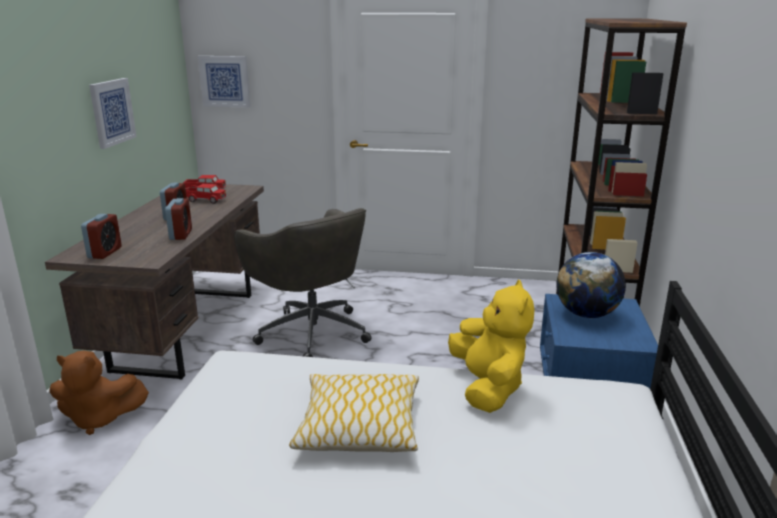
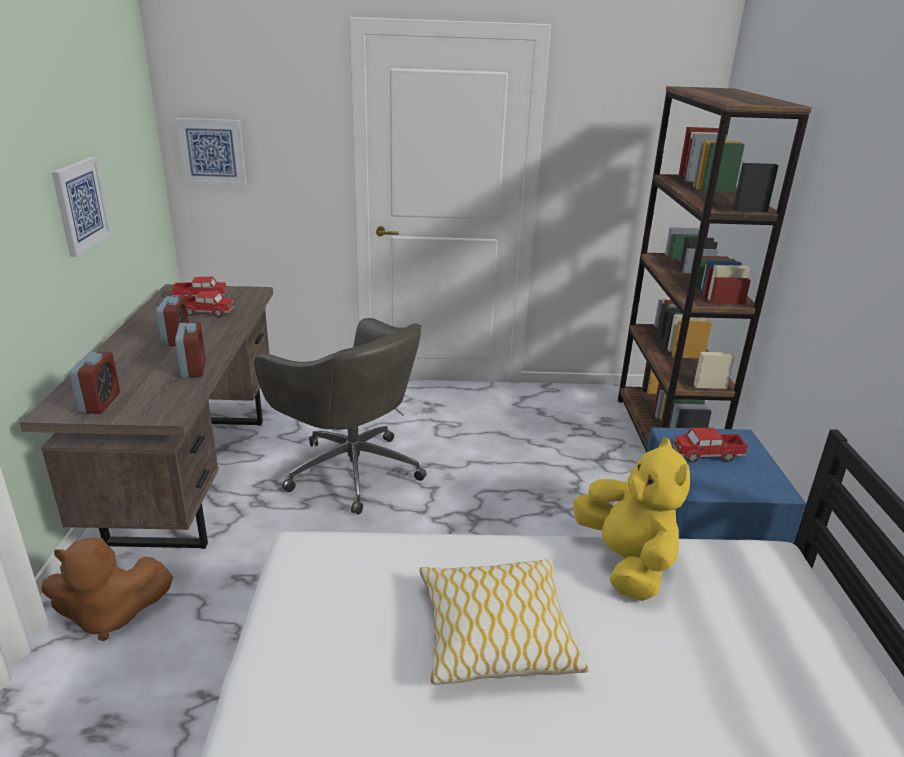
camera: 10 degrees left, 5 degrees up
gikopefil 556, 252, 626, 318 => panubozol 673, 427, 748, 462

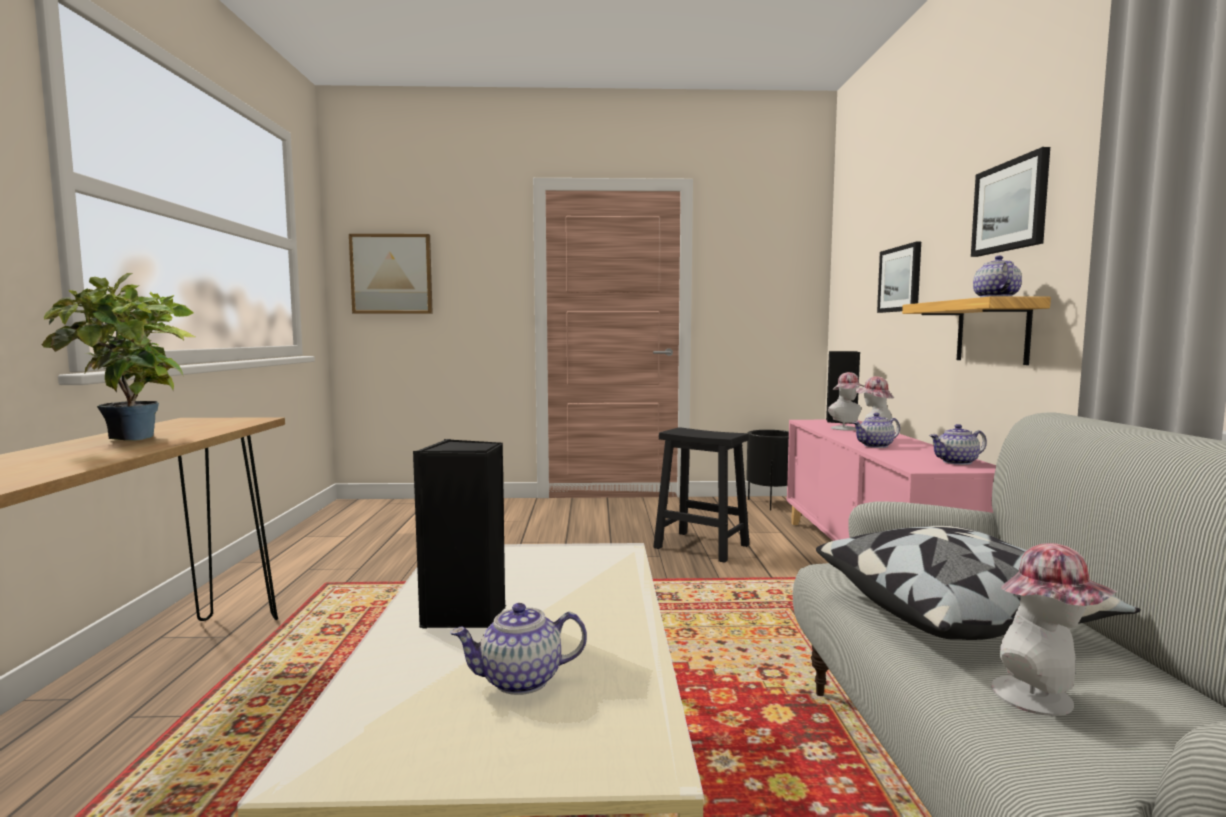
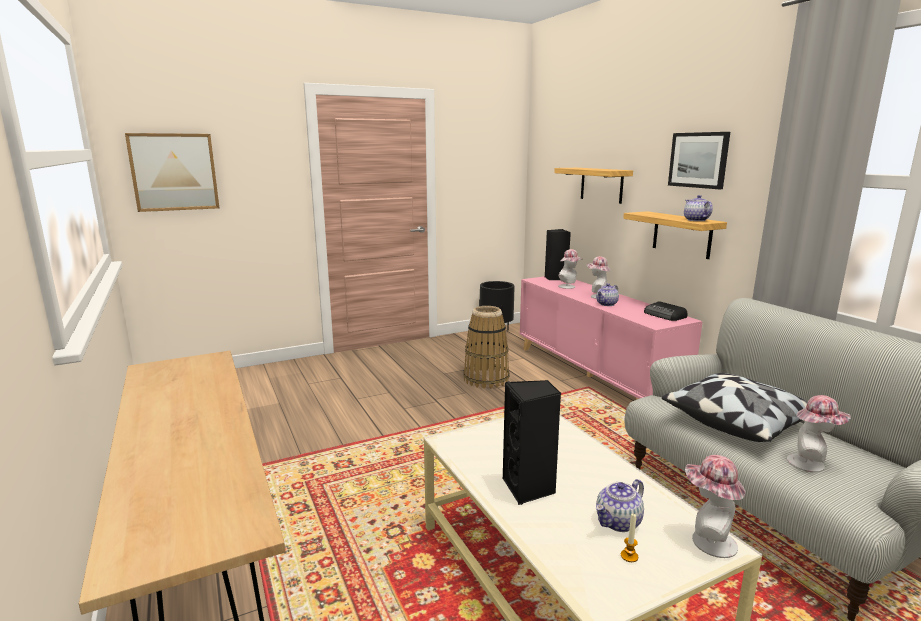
camera: 25 degrees left, 10 degrees up
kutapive 877, 242, 921, 313 => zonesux 554, 168, 633, 204
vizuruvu 41, 273, 195, 441 => nothing
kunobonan 929, 424, 987, 465 => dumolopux 644, 301, 687, 321
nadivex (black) 653, 427, 750, 563 => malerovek 463, 306, 509, 389
nothing => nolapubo 685, 455, 746, 558
nothing => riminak 621, 513, 638, 562

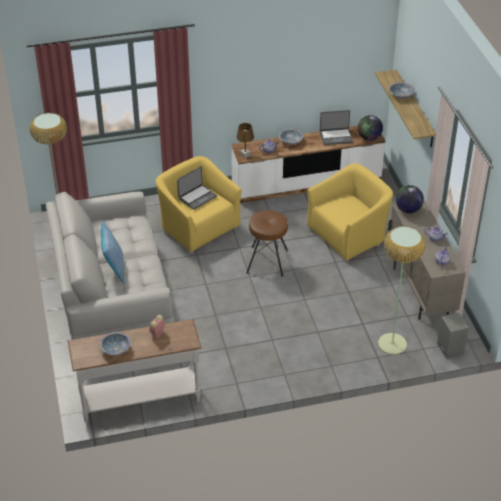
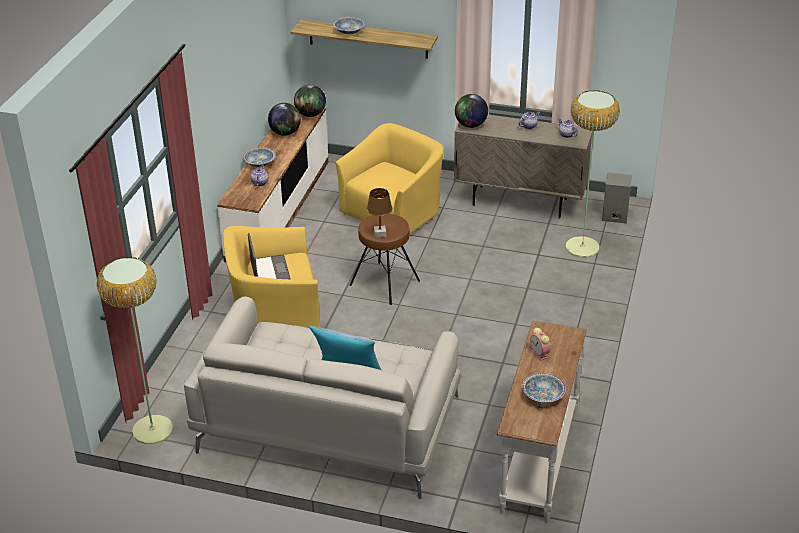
camera: 60 degrees left, 5 degrees down
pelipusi 320, 110, 353, 145 => gikopefil 268, 103, 301, 136
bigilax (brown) 236, 123, 254, 158 => bigilax (brown) 367, 188, 392, 238, moved
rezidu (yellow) 307, 163, 393, 261 => rezidu (yellow) 335, 123, 444, 234, 45 degrees clockwise

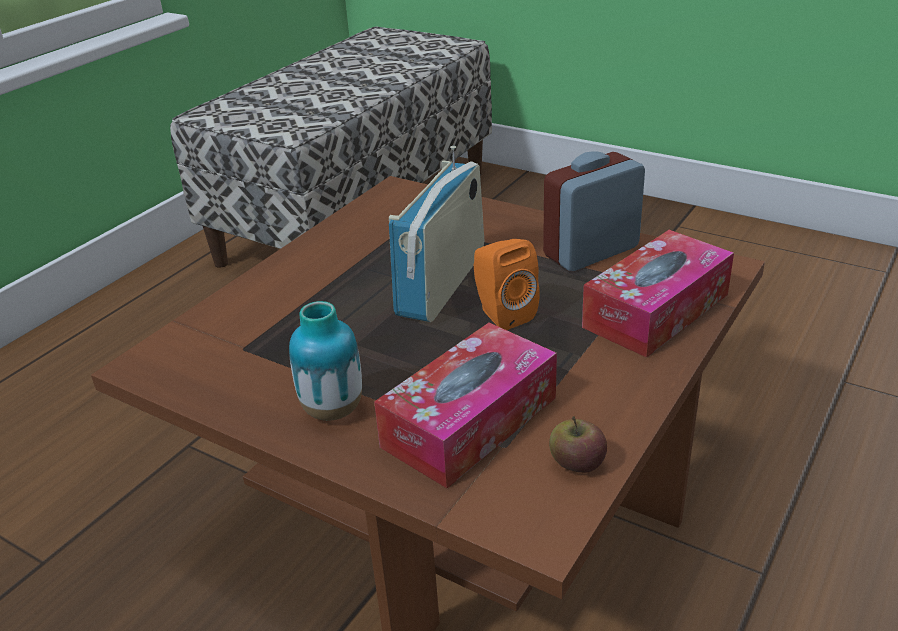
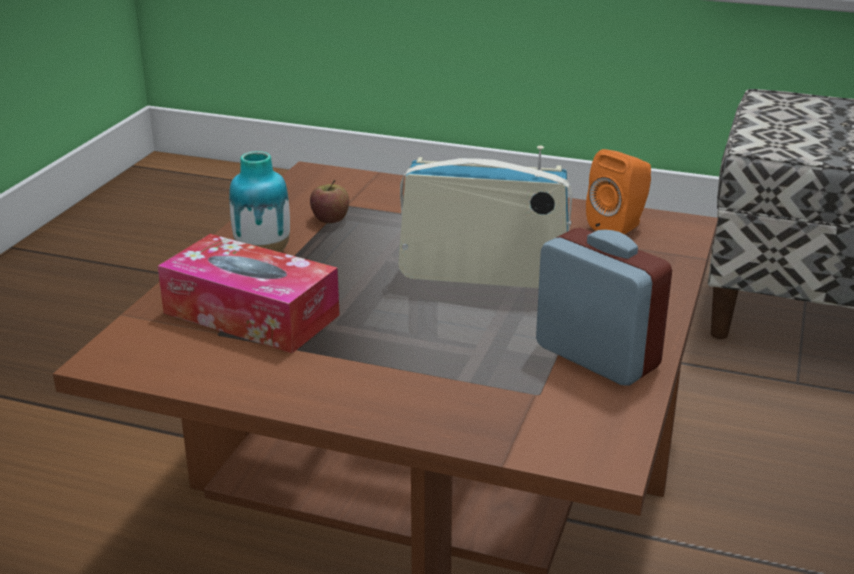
camera: 75 degrees right, 5 degrees down
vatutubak 582, 230, 734, 358 => nothing
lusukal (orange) 474, 239, 540, 330 => lusukal (orange) 586, 149, 651, 234, moved
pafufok 549, 416, 607, 473 => pafufok 310, 180, 349, 224, moved

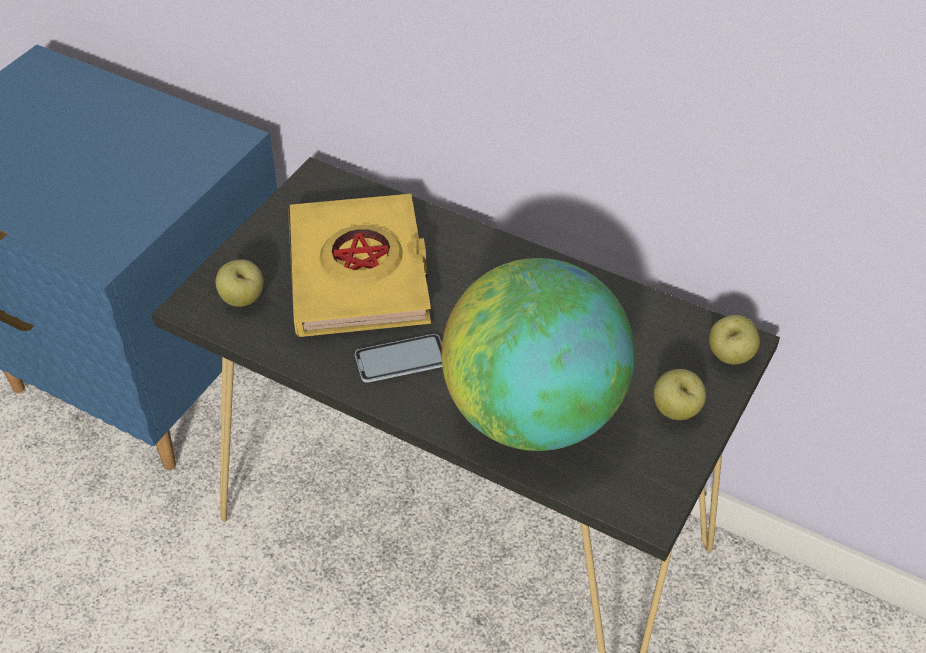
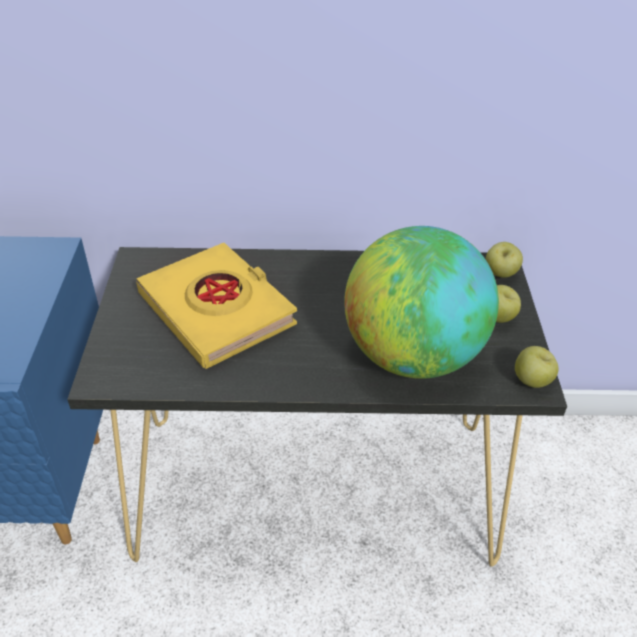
camera: 30 degrees left, 5 degrees down
pafufok 216, 259, 264, 307 => pafufok 515, 346, 559, 388, moved
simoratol 355, 334, 442, 383 => nothing

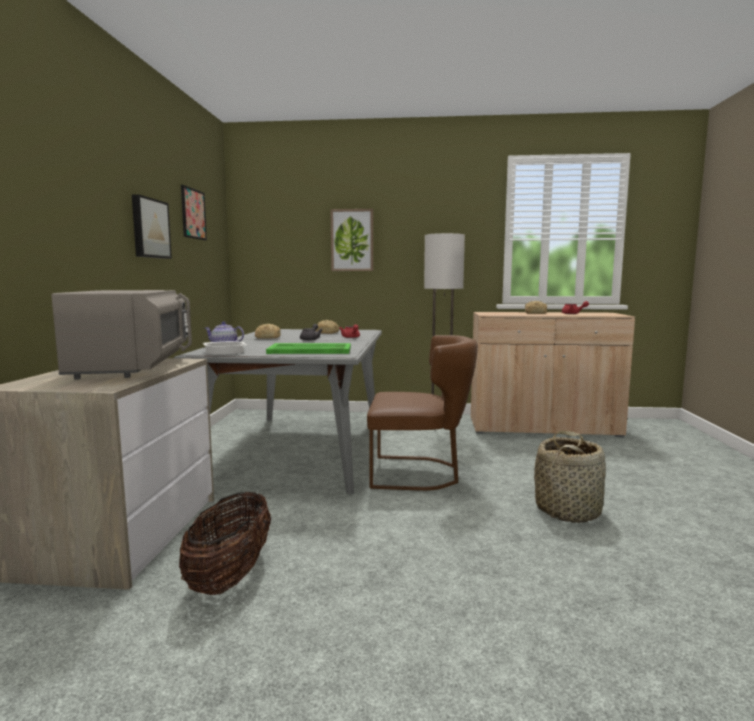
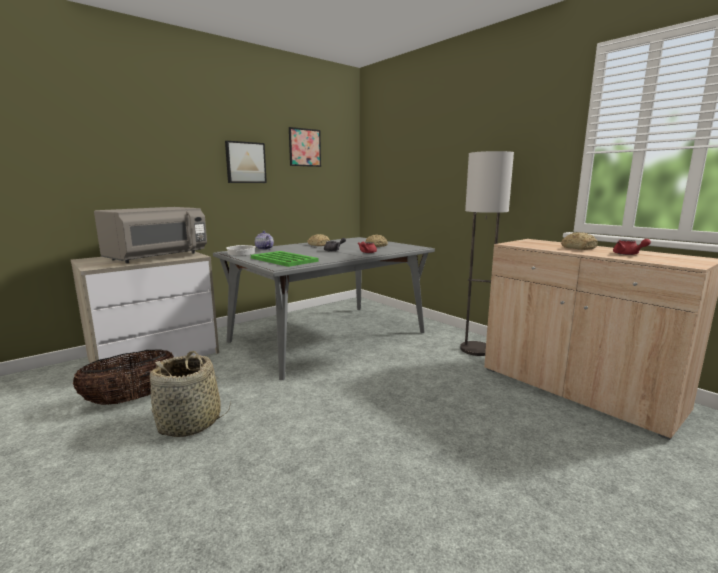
camera: 45 degrees right, 5 degrees up
kutapive 330, 209, 373, 271 => nothing
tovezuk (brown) 367, 335, 478, 491 => nothing
malerovek 534, 431, 606, 523 => malerovek 149, 351, 231, 437, moved

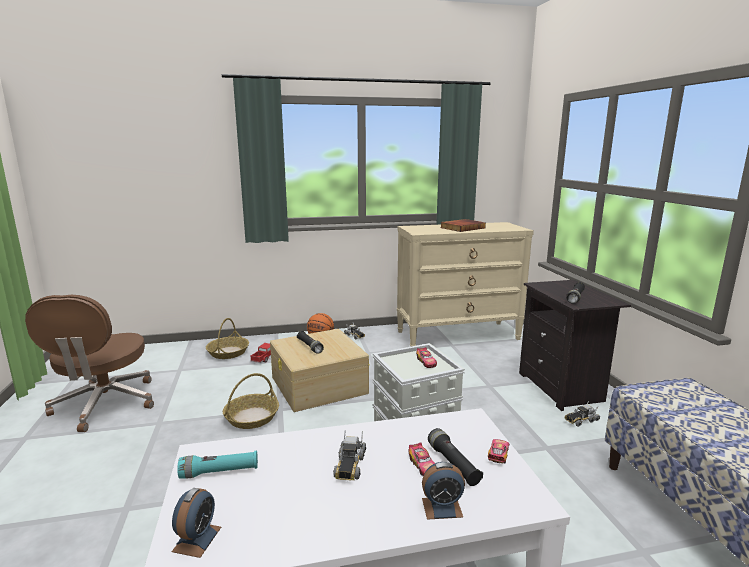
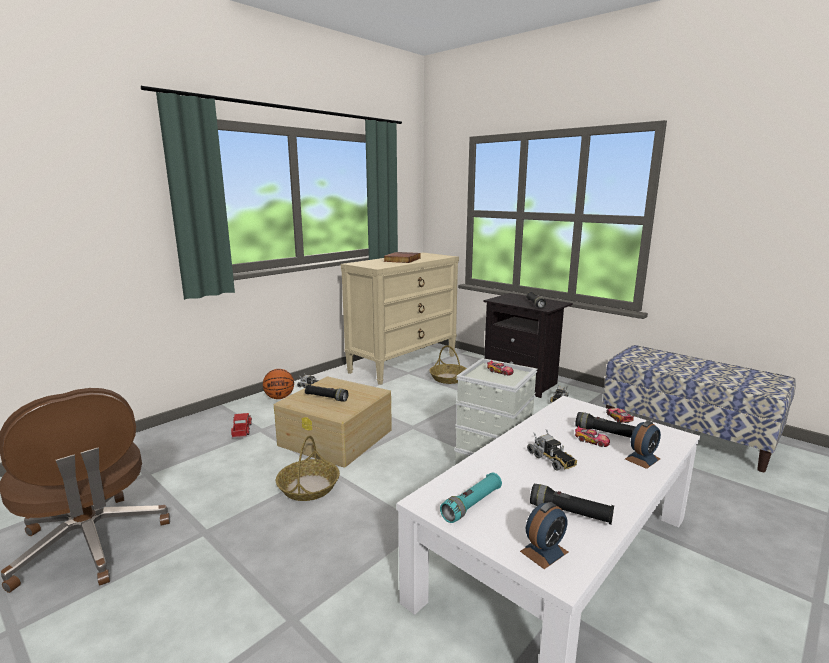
camera: 35 degrees left, 0 degrees up
malerovek 206, 318, 249, 359 => malerovek 429, 345, 467, 384, moved
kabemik 172, 488, 221, 558 => kabemik 520, 502, 568, 569, 75 degrees clockwise
nothing => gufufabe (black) 530, 484, 614, 524

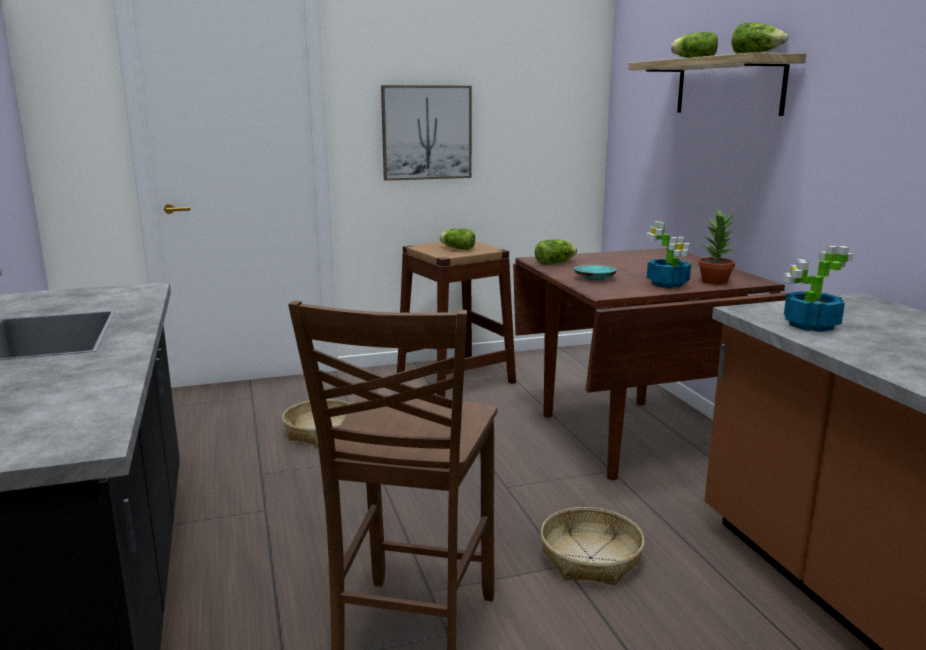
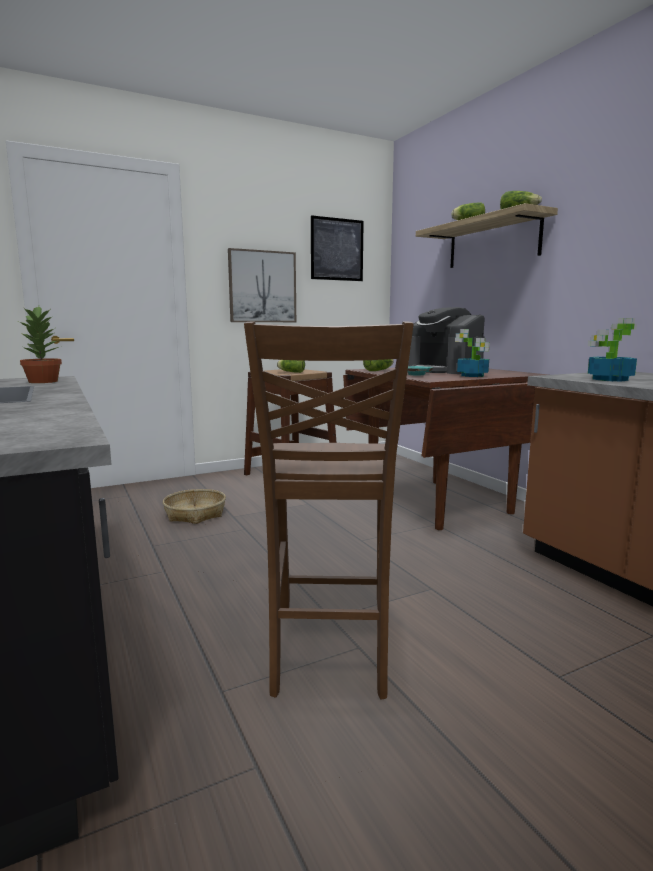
camera: 10 degrees left, 5 degrees down
vizuruvu 698, 209, 735, 285 => vizuruvu 19, 306, 62, 383, moved
malerovek 541, 507, 645, 585 => nothing
nothing => kutapive 311, 215, 364, 281
nothing => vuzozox 408, 307, 485, 374

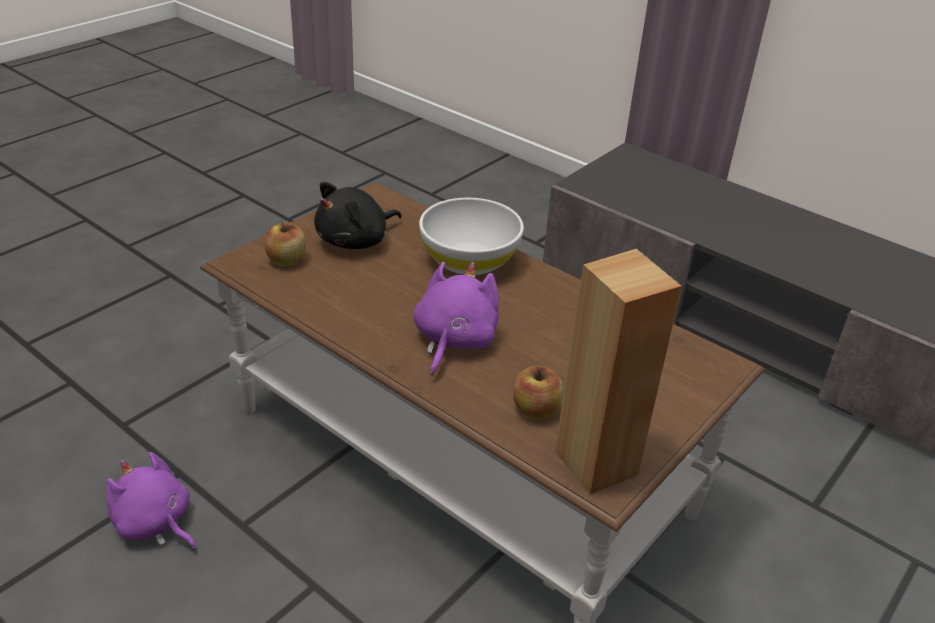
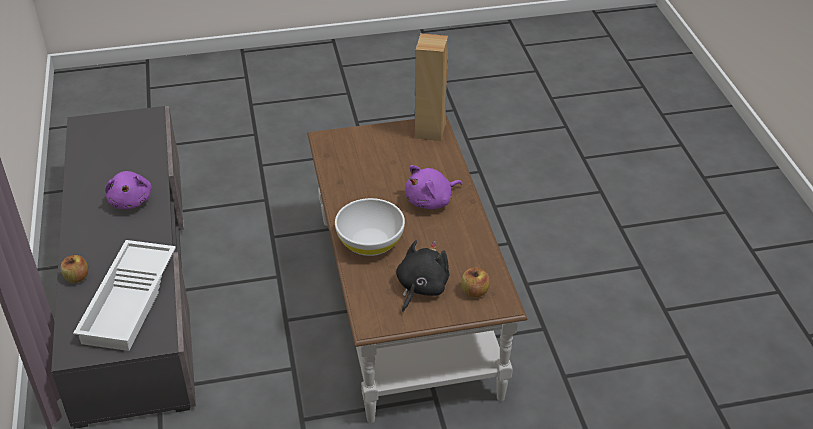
camera: 140 degrees left, 5 degrees up
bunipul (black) 314, 182, 402, 249 => bunipul (black) 396, 240, 449, 312, 60 degrees counterclockwise
pafufok 514, 366, 563, 420 => pafufok 61, 255, 88, 283, moved
bunipul (purple) 106, 452, 196, 550 => bunipul (purple) 105, 171, 152, 209, moved
nothing => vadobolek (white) 73, 240, 176, 351

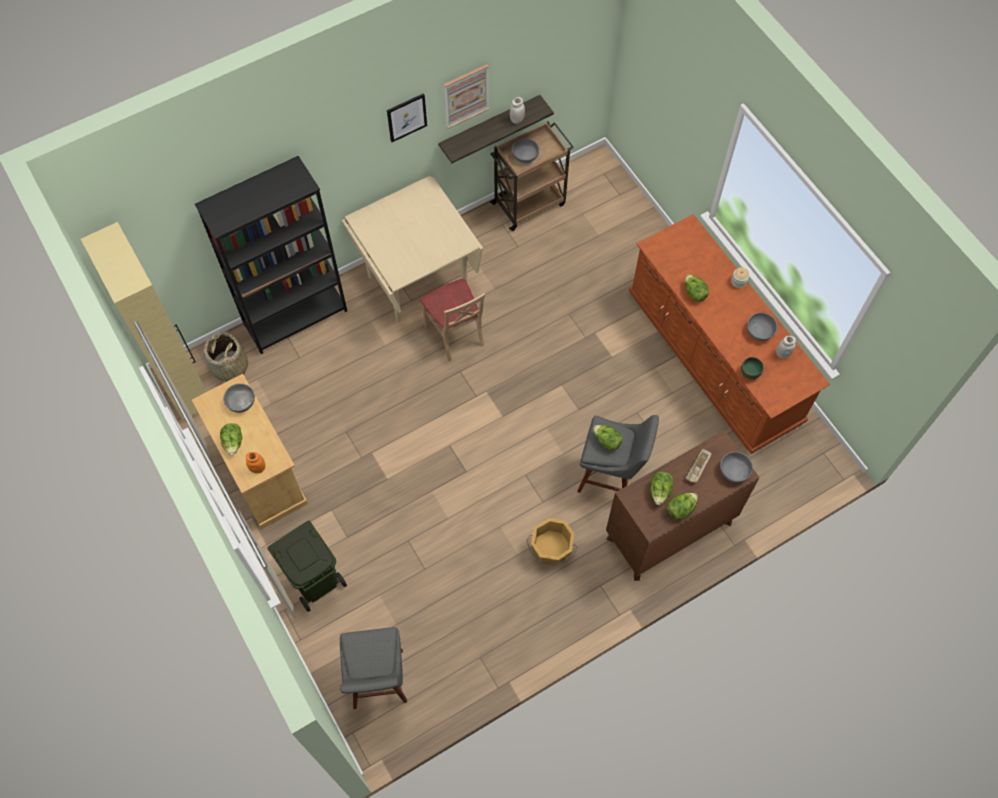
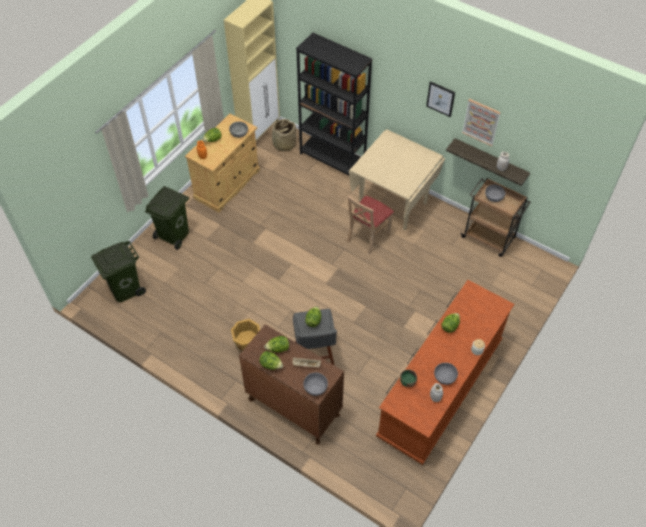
camera: 65 degrees right, 10 degrees down
nadivex (grey) 340, 627, 407, 709 => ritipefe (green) 91, 241, 146, 302

